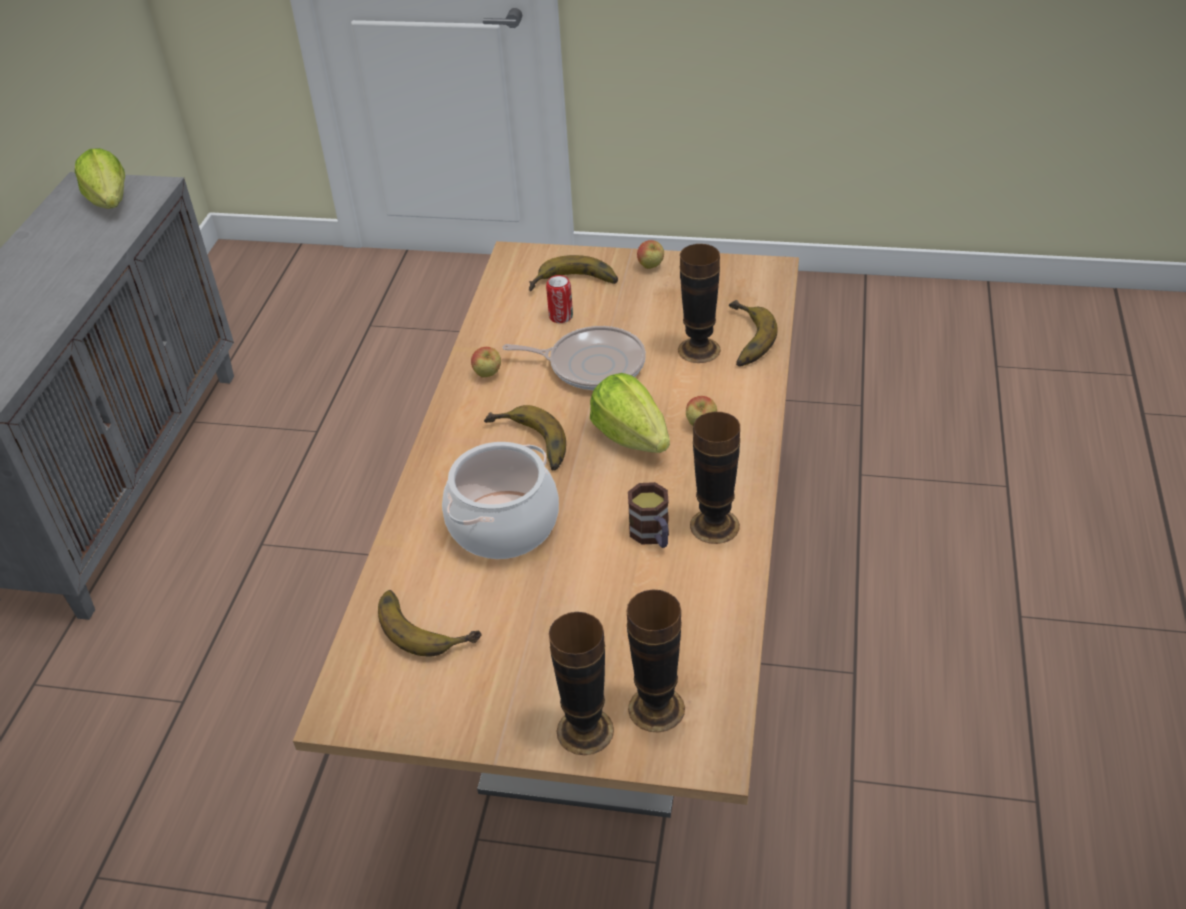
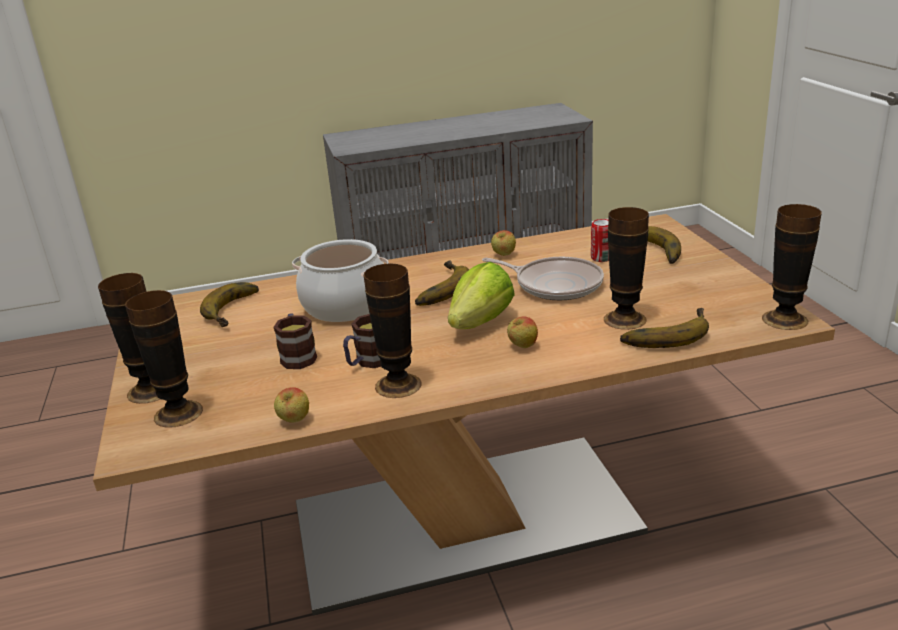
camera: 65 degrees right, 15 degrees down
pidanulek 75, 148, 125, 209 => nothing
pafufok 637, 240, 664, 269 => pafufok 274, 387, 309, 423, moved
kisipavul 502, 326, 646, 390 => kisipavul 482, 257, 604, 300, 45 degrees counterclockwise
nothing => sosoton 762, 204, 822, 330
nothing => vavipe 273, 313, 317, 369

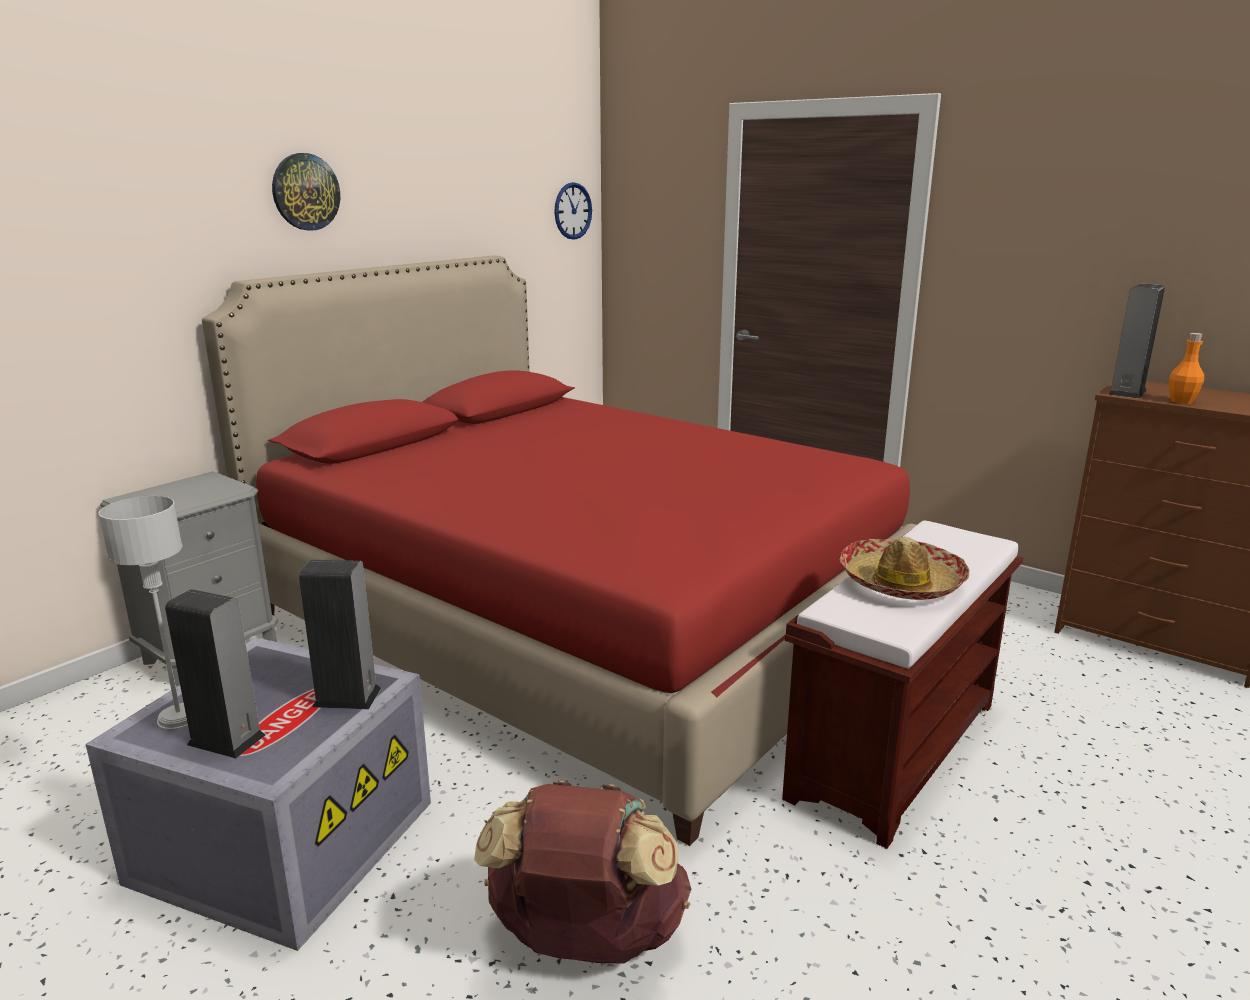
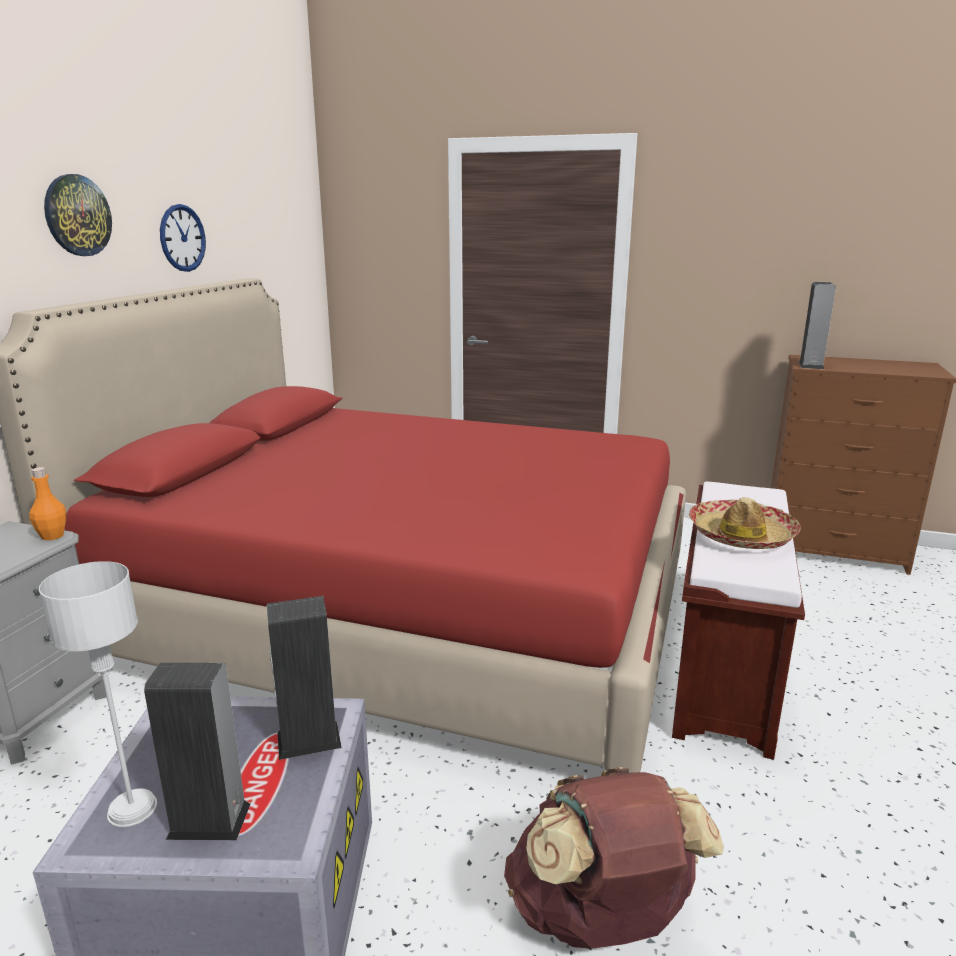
camera: 20 degrees left, 0 degrees up
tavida 554, 182, 592, 240 => tavida 160, 204, 206, 272, moved
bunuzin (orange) 1169, 333, 1204, 404 => bunuzin (orange) 29, 467, 66, 540, moved

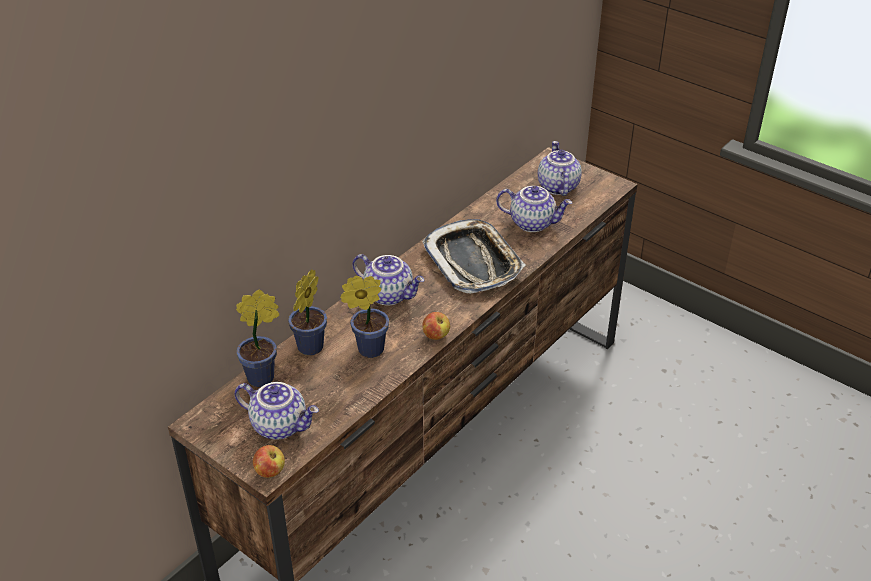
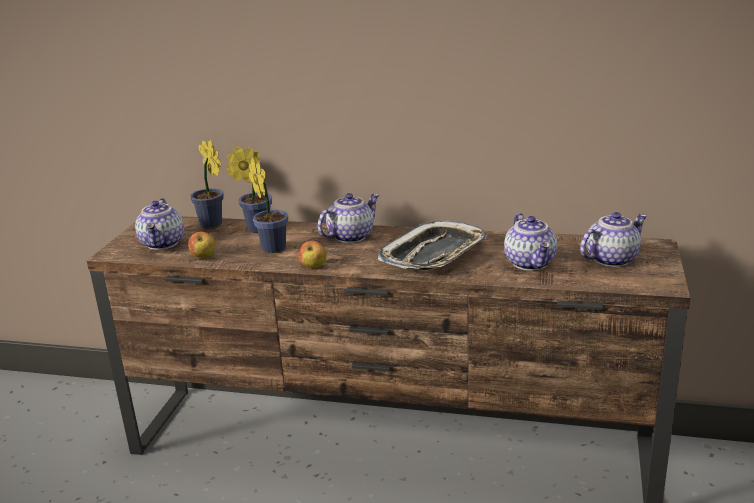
camera: 65 degrees right, 15 degrees down
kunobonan 352, 254, 424, 305 => kunobonan 318, 193, 379, 243, 135 degrees counterclockwise
pafufok 253, 445, 285, 478 => pafufok 188, 231, 216, 258, moved

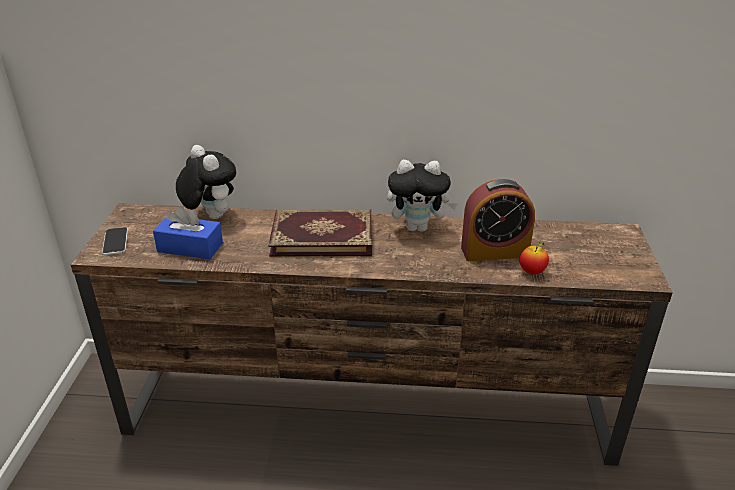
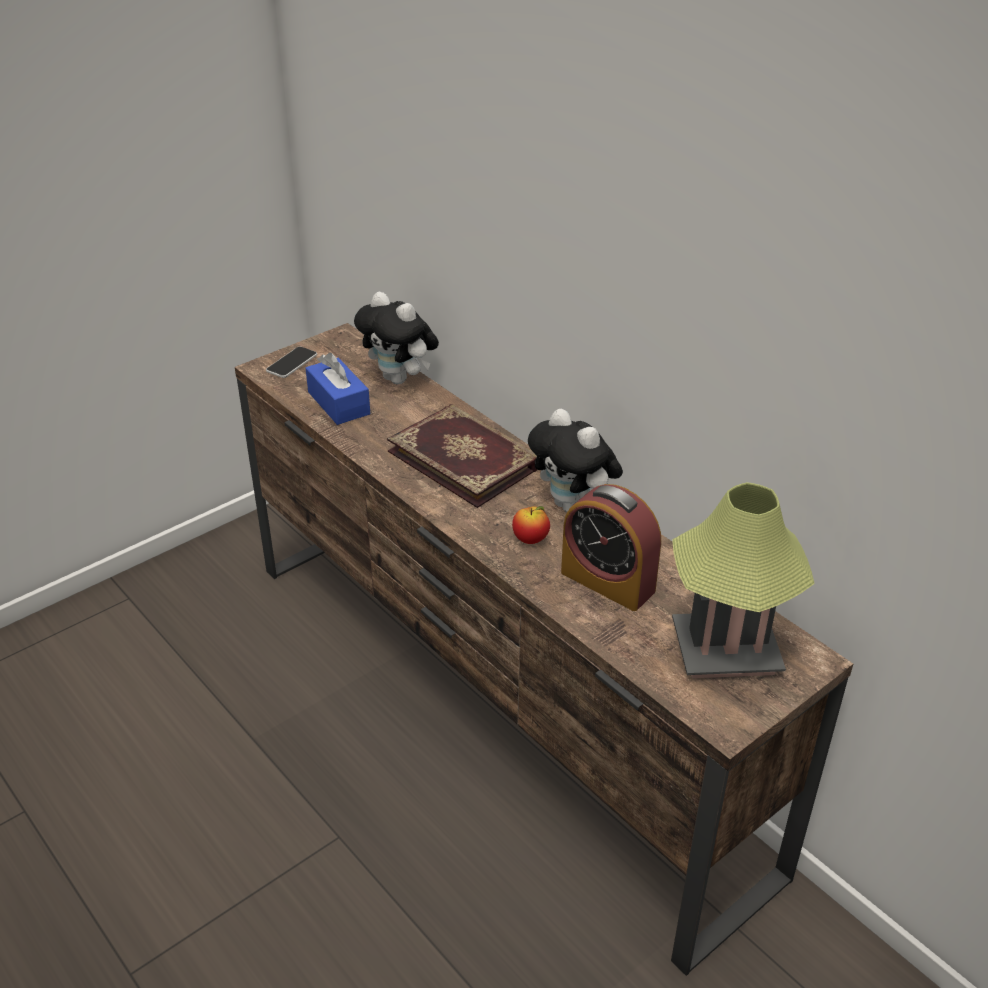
camera: 45 degrees right, 5 degrees up
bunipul 176, 145, 236, 219 => bunipul 354, 292, 439, 384, 120 degrees clockwise
pafufok 520, 242, 549, 275 => pafufok 512, 506, 550, 544, moved
nothing => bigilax 672, 482, 815, 678

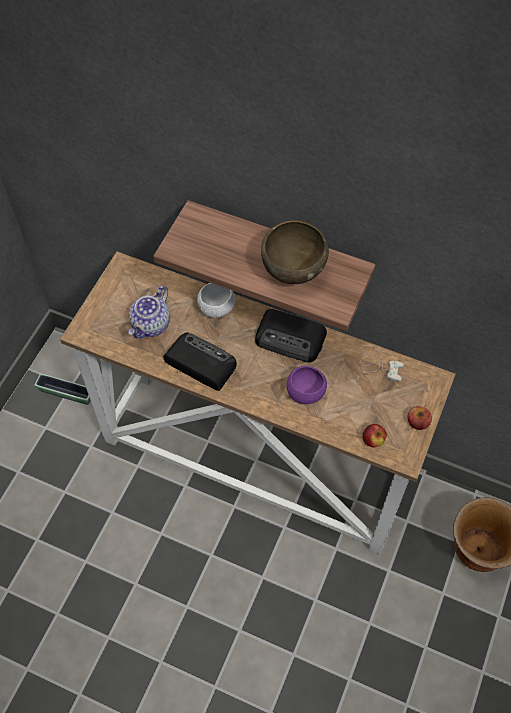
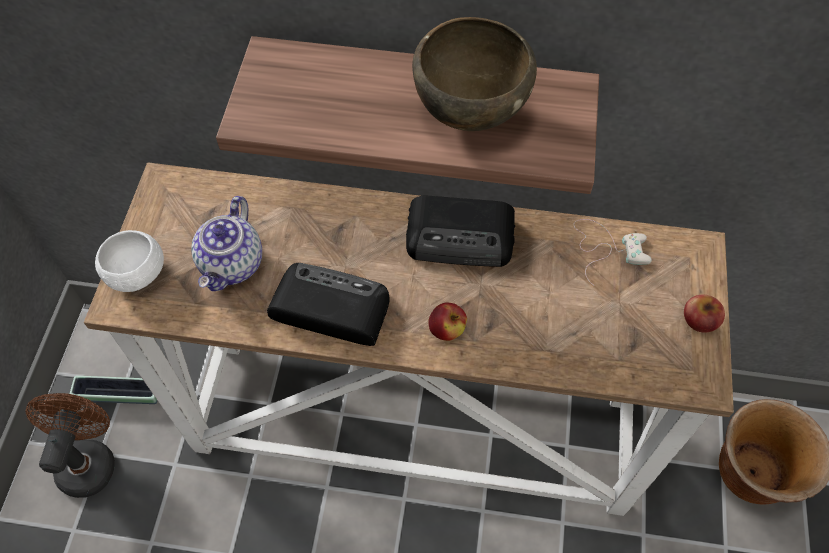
camera: 15 degrees left, 0 degrees up
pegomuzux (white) 197, 283, 236, 318 => pegomuzux (white) 95, 230, 164, 292, moved
pegomuzux (purple) 287, 366, 327, 404 => nothing
pafufok 362, 424, 387, 447 => pafufok 428, 302, 467, 341, moved
nothing => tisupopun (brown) 26, 393, 115, 498

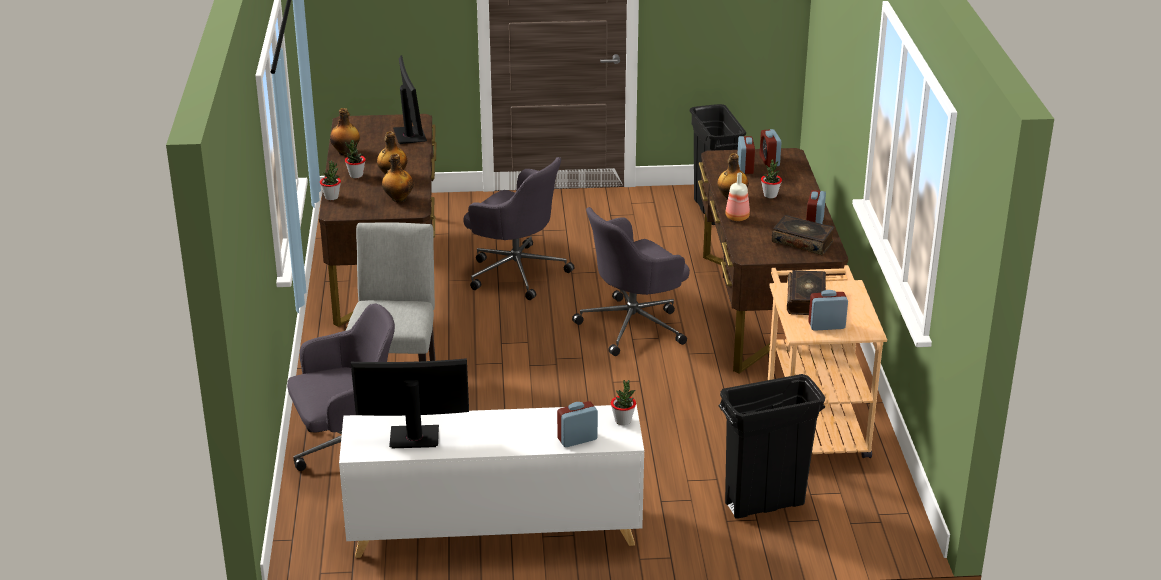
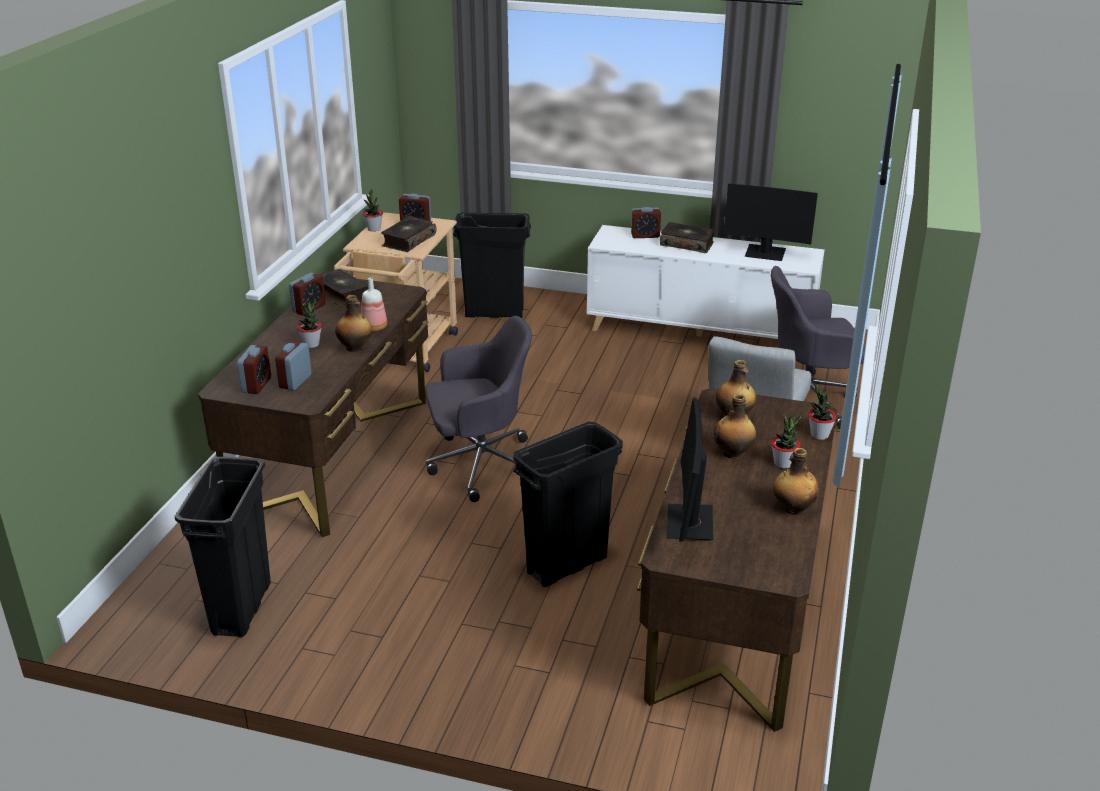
camera: 160 degrees left, 0 degrees up
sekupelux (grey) 463, 157, 574, 300 => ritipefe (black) 513, 422, 623, 587
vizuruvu 611, 380, 636, 425 => vizuruvu 363, 189, 383, 232, moved
nothing => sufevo 660, 222, 714, 253

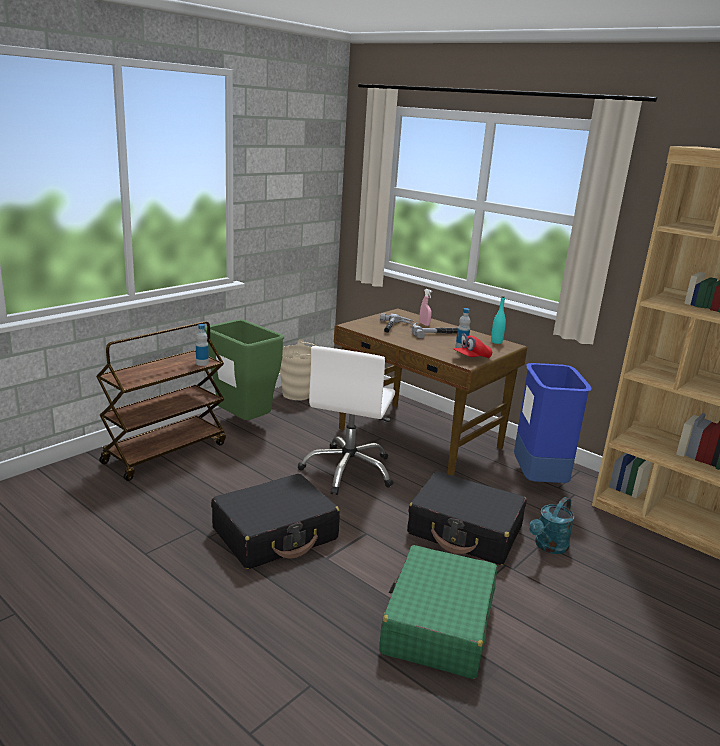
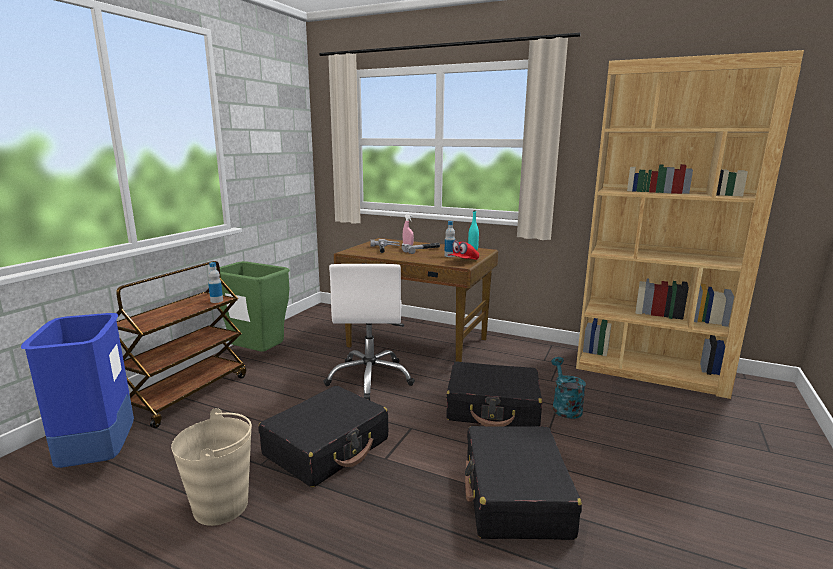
camera: 15 degrees left, 5 degrees down
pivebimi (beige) 280, 339, 317, 400 => pivebimi (beige) 171, 408, 252, 526, moved
ritipefe (blue) 514, 363, 592, 483 => ritipefe (blue) 21, 313, 134, 468, moved
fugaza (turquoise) 529, 497, 575, 554 => fugaza (turquoise) 551, 357, 586, 419, 150 degrees clockwise
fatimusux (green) 379, 545, 497, 679 => fatimusux (black) 465, 426, 582, 540

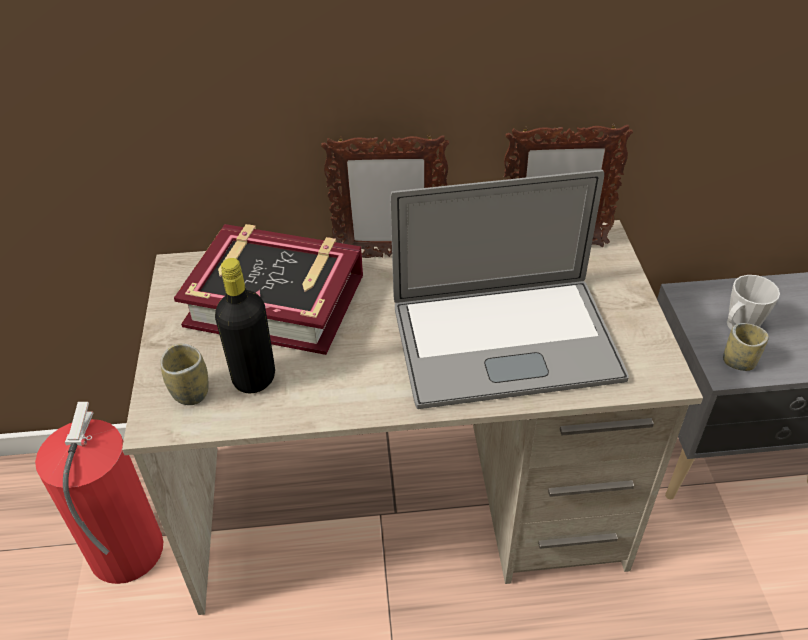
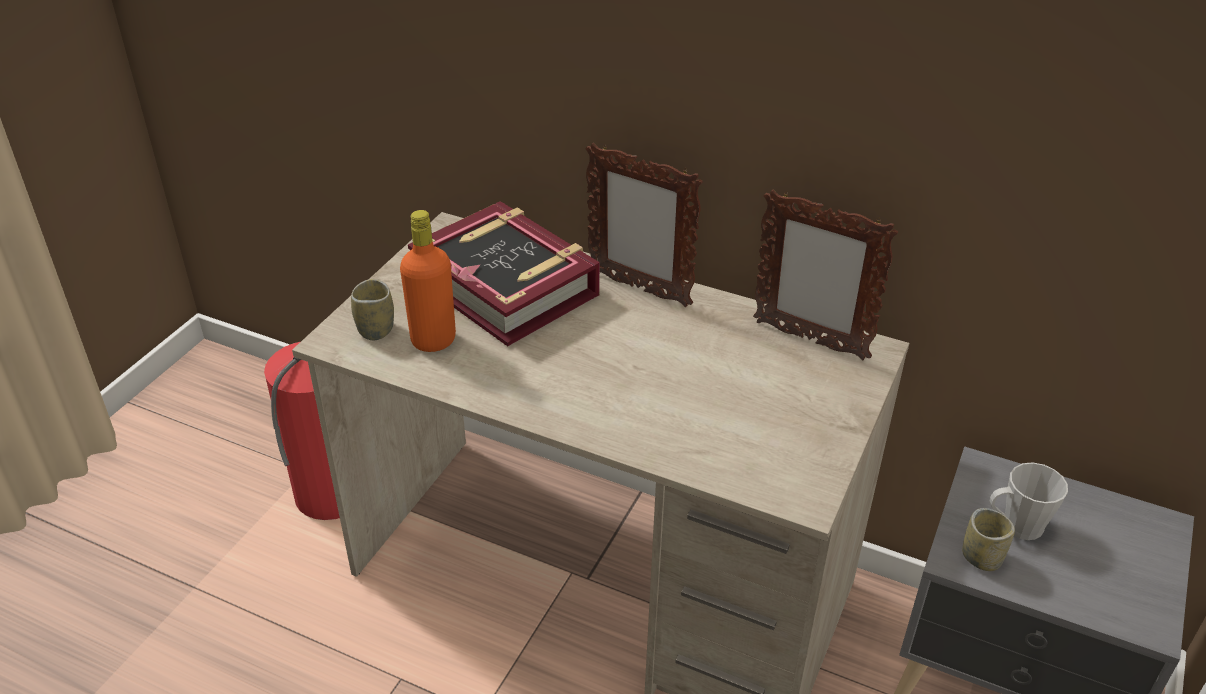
camera: 30 degrees right, 5 degrees down
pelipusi 390, 170, 629, 409 => nothing
bunuzin (black) 215, 258, 275, 393 => bunuzin (orange) 400, 210, 456, 352

